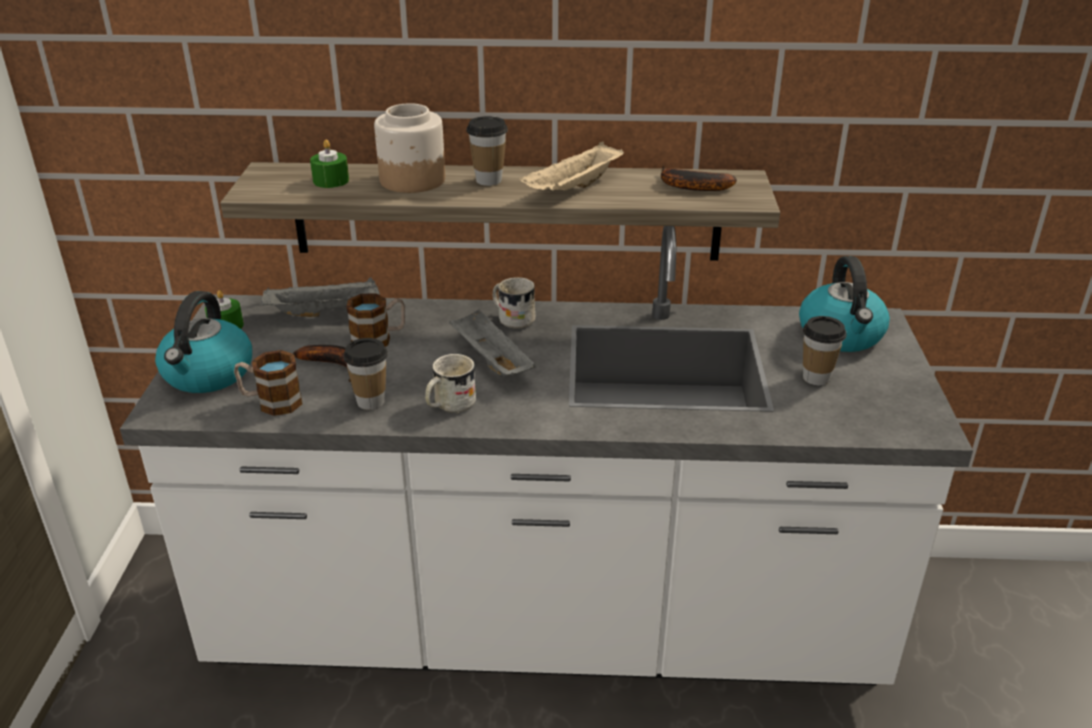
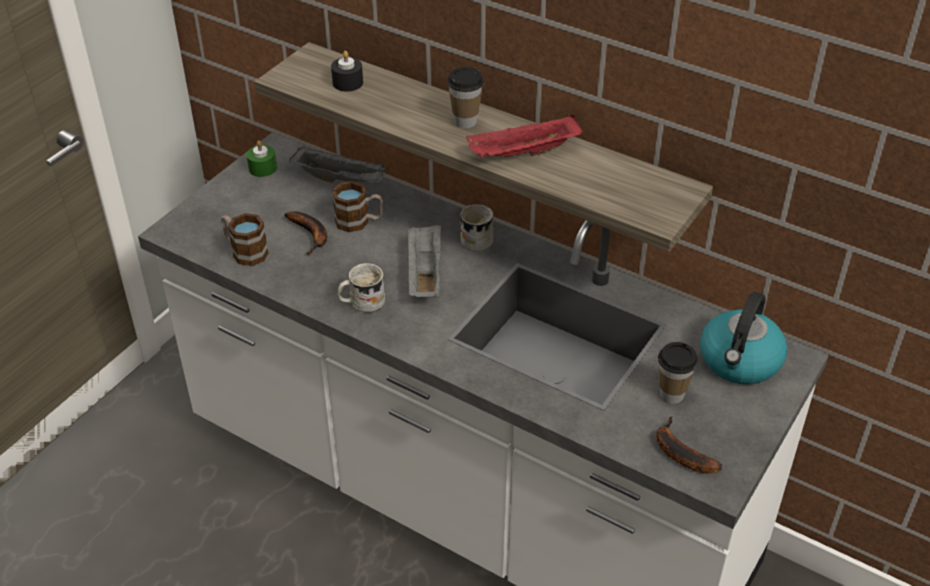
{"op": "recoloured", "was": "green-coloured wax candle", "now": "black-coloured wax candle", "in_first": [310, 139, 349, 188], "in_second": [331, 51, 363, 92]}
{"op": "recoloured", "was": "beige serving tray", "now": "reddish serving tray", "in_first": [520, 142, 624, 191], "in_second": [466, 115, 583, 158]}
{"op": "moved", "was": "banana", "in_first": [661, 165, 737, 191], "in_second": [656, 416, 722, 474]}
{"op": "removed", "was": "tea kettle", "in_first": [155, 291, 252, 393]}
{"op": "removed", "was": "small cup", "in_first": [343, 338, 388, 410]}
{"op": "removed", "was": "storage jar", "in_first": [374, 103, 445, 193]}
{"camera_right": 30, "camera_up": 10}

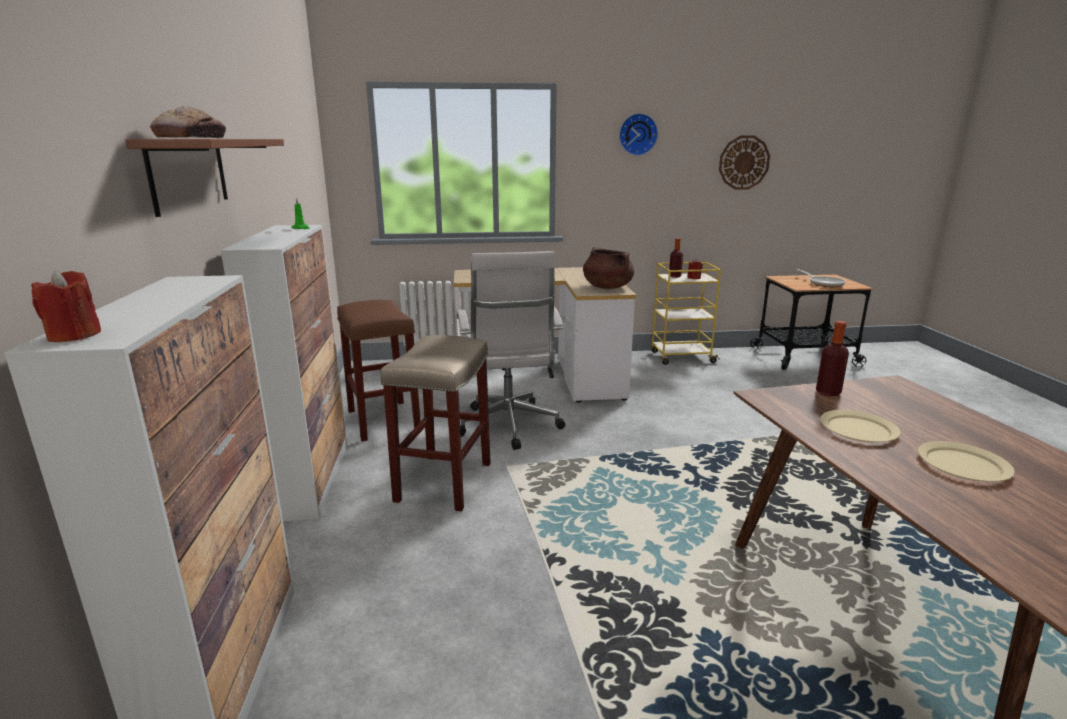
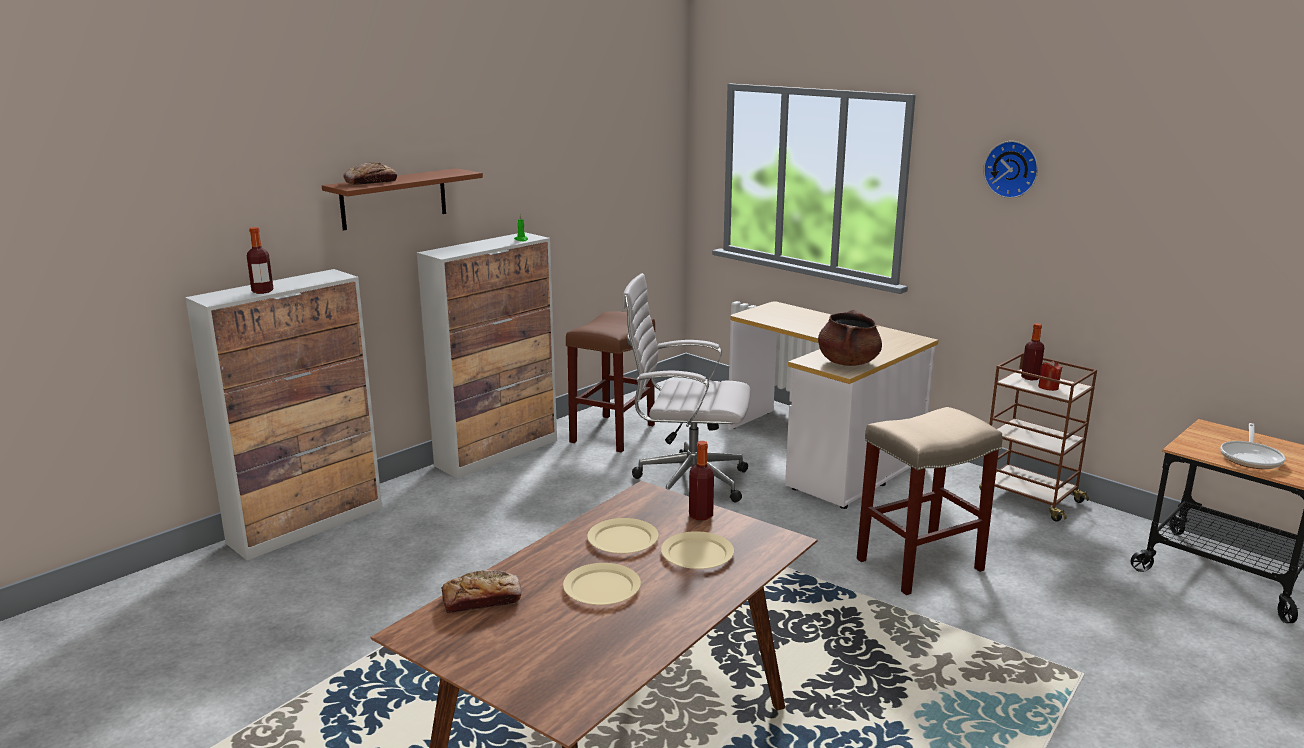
{"op": "added", "now": "beverage bottle", "in_second": [247, 227, 274, 294]}
{"op": "added", "now": "baked bread", "in_second": [441, 570, 522, 613]}
{"op": "turned", "was": "white-coloured office chair", "in_first": [457, 251, 565, 450], "in_second": [622, 273, 750, 503], "clockwise": 60}
{"op": "added", "now": "beige dinner plate", "in_second": [661, 531, 734, 569]}
{"op": "moved", "was": "beige stool seat", "in_first": [380, 335, 491, 512], "in_second": [857, 407, 1003, 595]}
{"op": "recoloured", "was": "yellow-coloured wheeled cart", "now": "brown-coloured wheeled cart", "in_first": [650, 262, 721, 365], "in_second": [979, 353, 1097, 522]}
{"op": "removed", "was": "reddish wax candle", "in_first": [31, 270, 101, 342]}
{"op": "removed", "was": "wall clock", "in_first": [719, 135, 770, 190]}
{"camera_right": 50, "camera_up": 0}

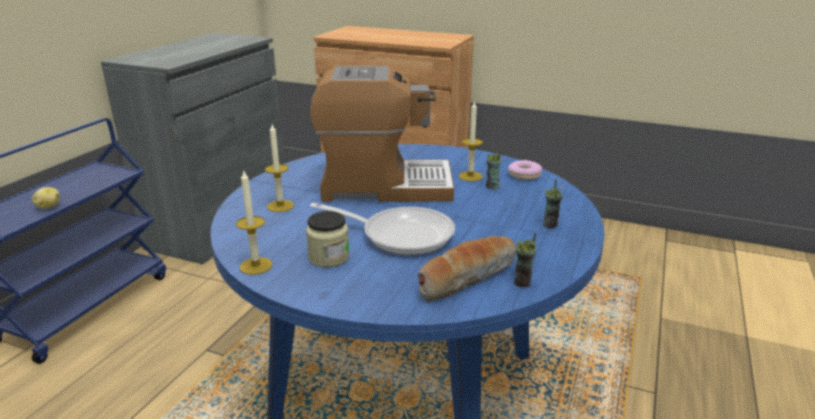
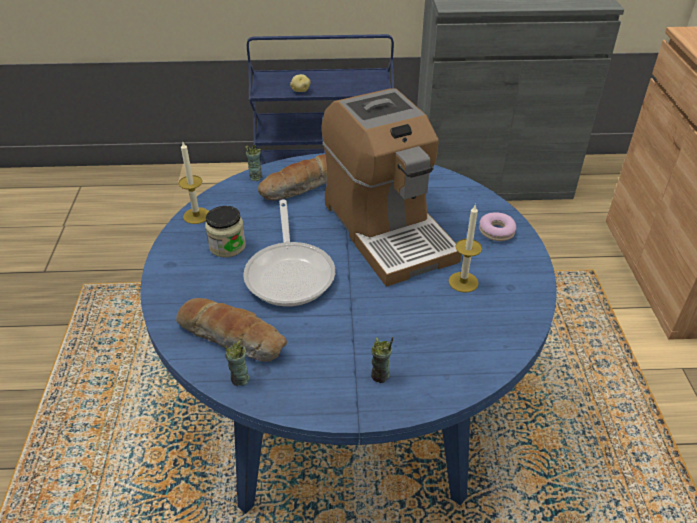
{"op": "moved", "was": "small cup", "in_first": [486, 151, 501, 190], "in_second": [245, 145, 262, 181]}
{"op": "replaced", "was": "wax candle", "now": "baked bread", "in_first": [265, 124, 294, 212], "in_second": [258, 154, 327, 201]}
{"op": "moved", "was": "doughnut", "in_first": [508, 160, 542, 180], "in_second": [479, 212, 516, 241]}
{"camera_right": 65, "camera_up": 15}

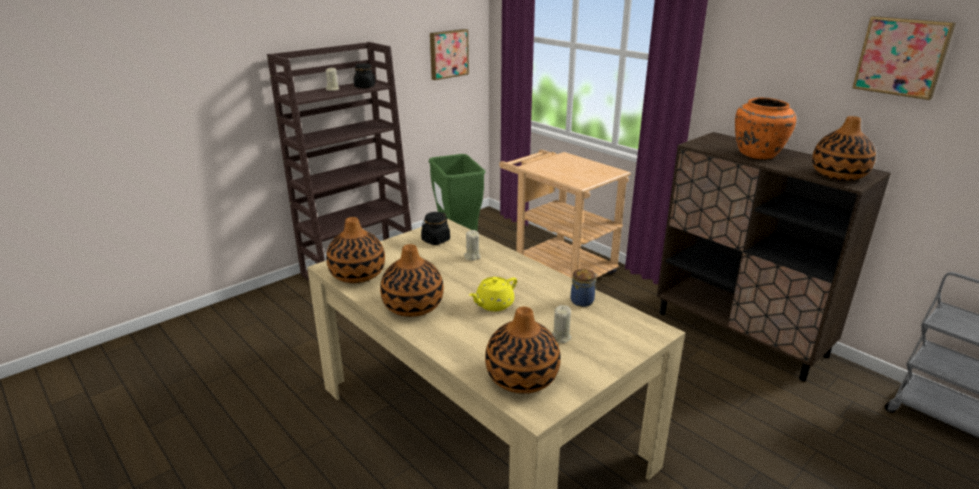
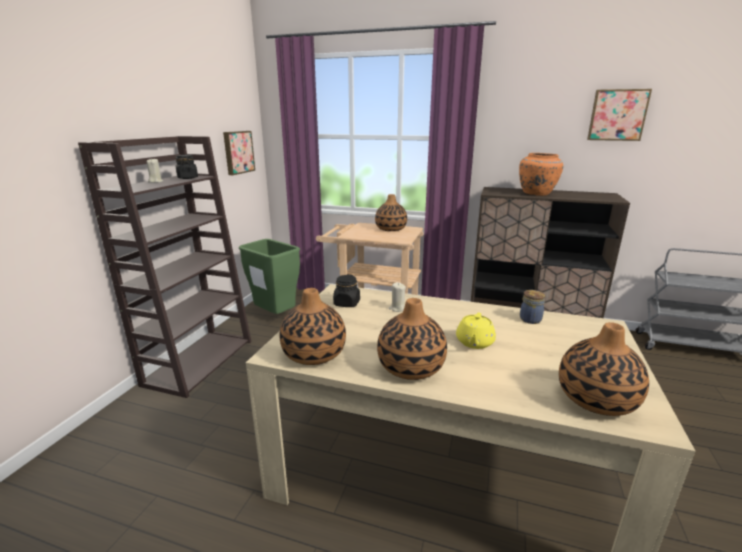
{"op": "moved", "was": "vase", "in_first": [812, 116, 876, 181], "in_second": [375, 194, 407, 231]}
{"op": "removed", "was": "beige wax candle", "in_first": [552, 305, 571, 343]}
{"camera_right": -30, "camera_up": -5}

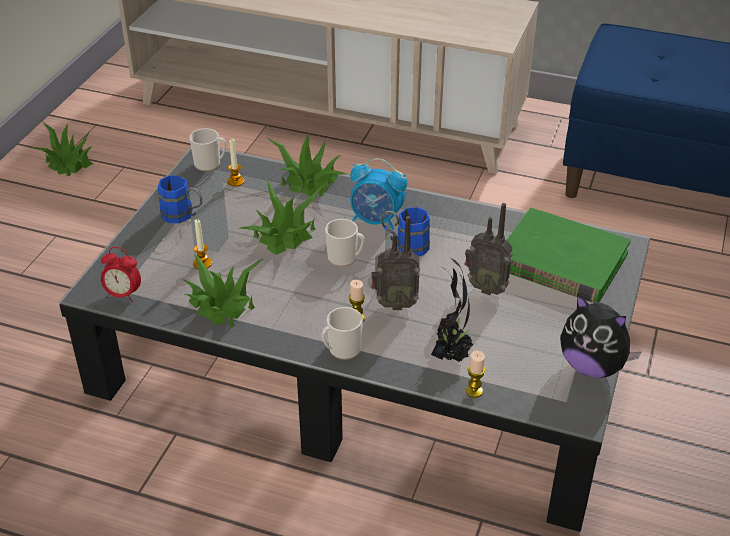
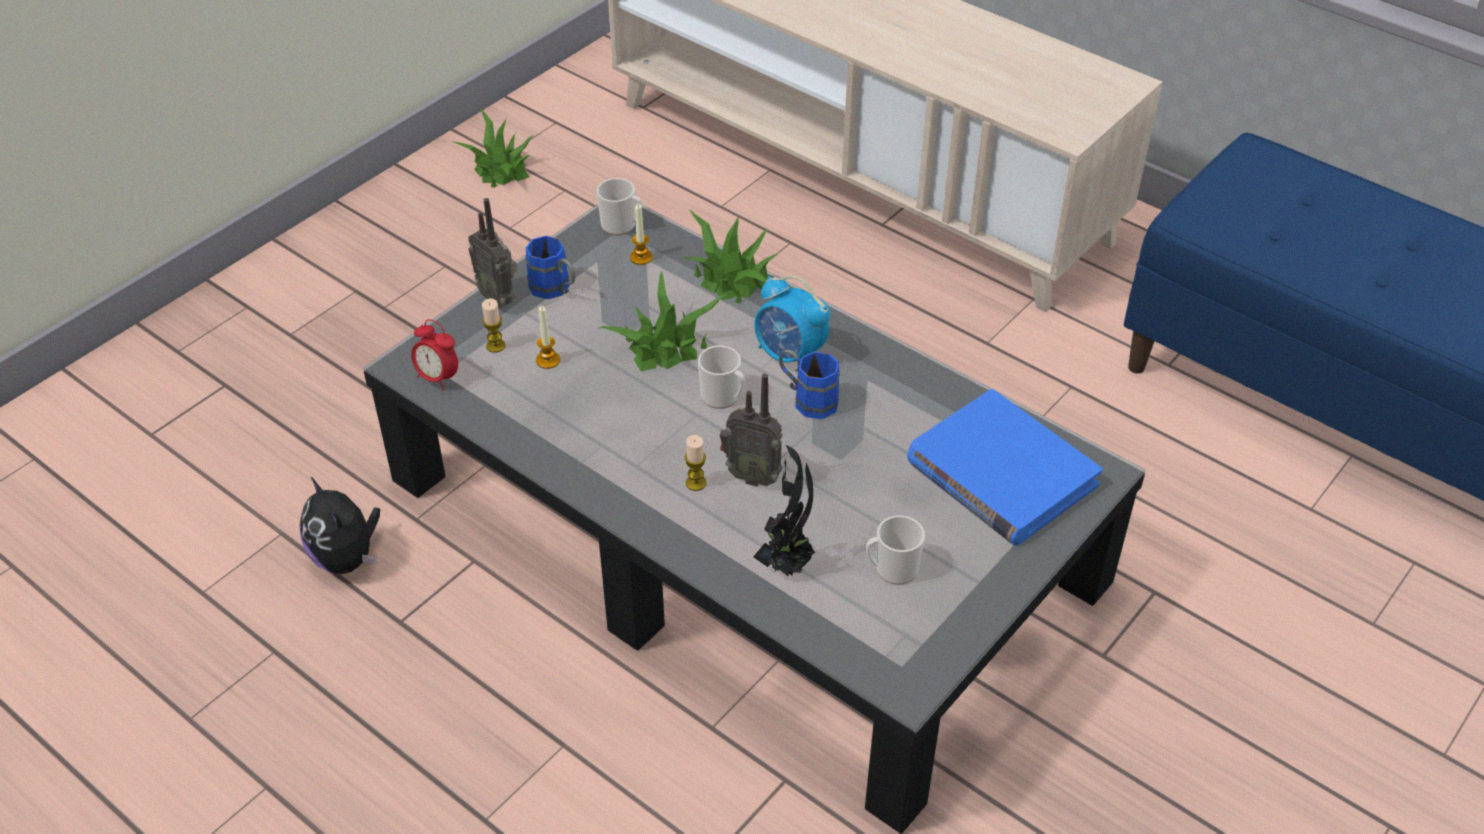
{"op": "moved", "was": "plush toy", "in_first": [560, 294, 641, 378], "in_second": [300, 477, 380, 574]}
{"op": "moved", "was": "radio receiver", "in_first": [464, 203, 513, 295], "in_second": [468, 198, 517, 308]}
{"op": "moved", "was": "wax candle", "in_first": [466, 351, 485, 398], "in_second": [482, 299, 505, 353]}
{"op": "moved", "was": "mug", "in_first": [321, 307, 363, 360], "in_second": [866, 515, 925, 585]}
{"op": "recoloured", "was": "green-coloured bound book", "now": "bluish bound book", "in_first": [507, 208, 631, 303], "in_second": [907, 389, 1103, 546]}
{"op": "removed", "was": "houseplant", "in_first": [182, 254, 263, 327]}
{"camera_right": 20, "camera_up": 5}

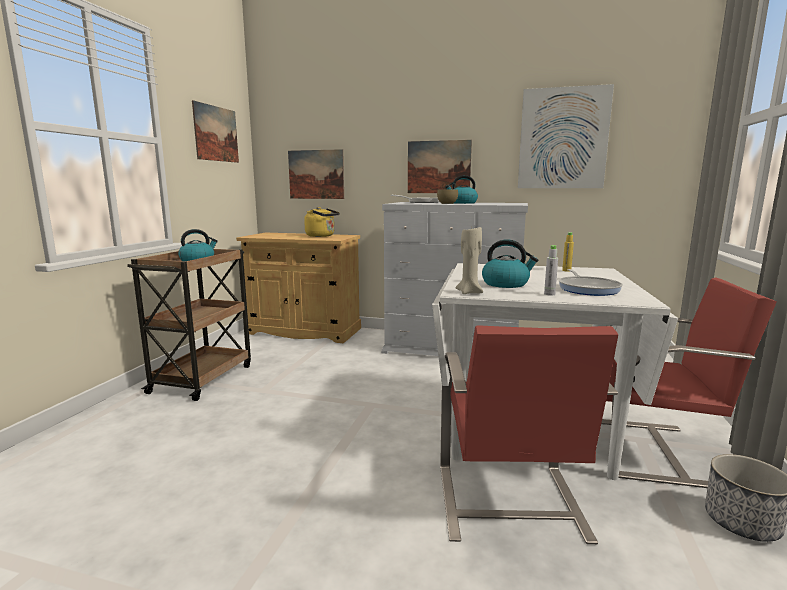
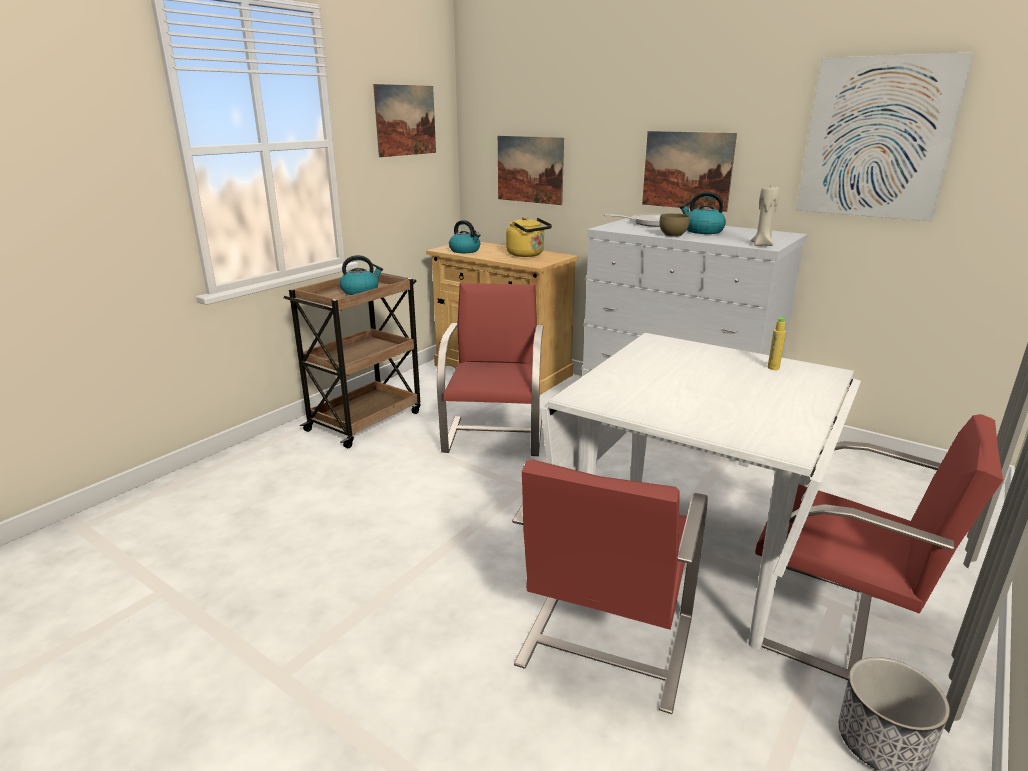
{"op": "added", "now": "reddish chair", "in_second": [437, 283, 544, 456]}
{"op": "moved", "was": "tea kettle", "in_first": [482, 239, 538, 288], "in_second": [449, 220, 480, 253]}
{"op": "moved", "was": "beige wax candle", "in_first": [455, 227, 483, 294], "in_second": [751, 186, 779, 246]}
{"op": "removed", "was": "greyish beverage bottle", "in_first": [544, 245, 558, 296]}
{"op": "removed", "was": "frying pan", "in_first": [559, 269, 623, 296]}
{"camera_right": 20, "camera_up": 10}

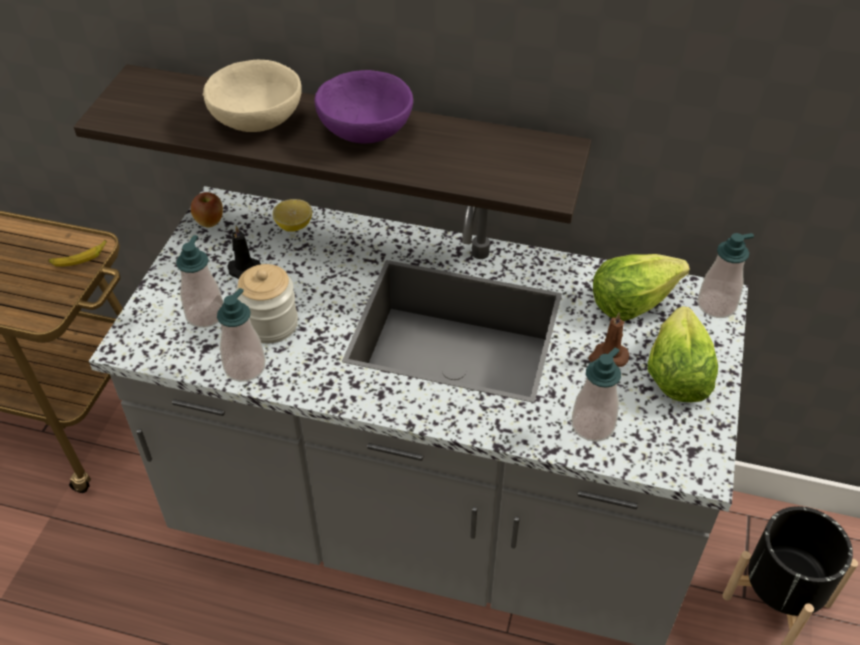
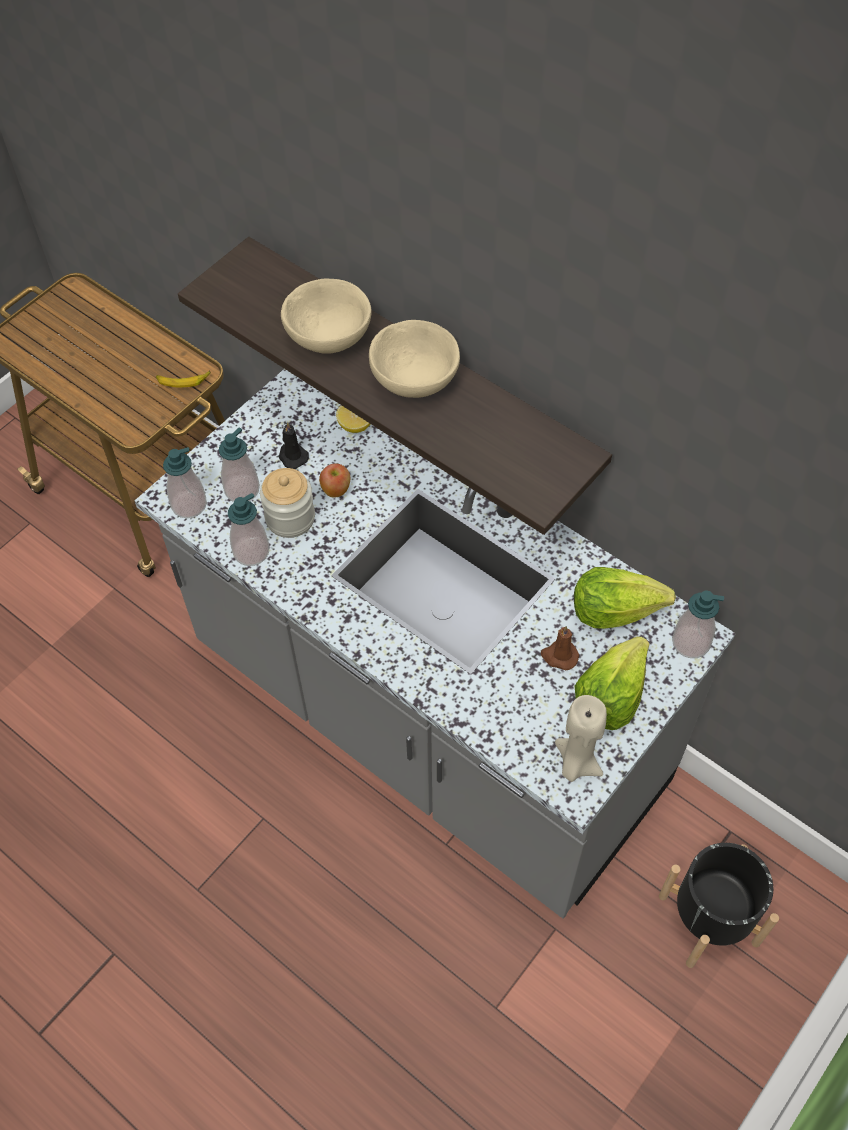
{"op": "moved", "was": "liquid soap bottle", "in_first": [571, 347, 621, 442], "in_second": [163, 447, 207, 518]}
{"op": "moved", "was": "whole apple", "in_first": [191, 192, 223, 228], "in_second": [319, 464, 350, 498]}
{"op": "recoloured", "was": "purple serving bowl", "now": "beige serving bowl", "in_first": [314, 70, 413, 144], "in_second": [369, 320, 460, 398]}
{"op": "added", "now": "beige wax candle", "in_second": [555, 695, 607, 782]}
{"camera_right": 25, "camera_up": 10}

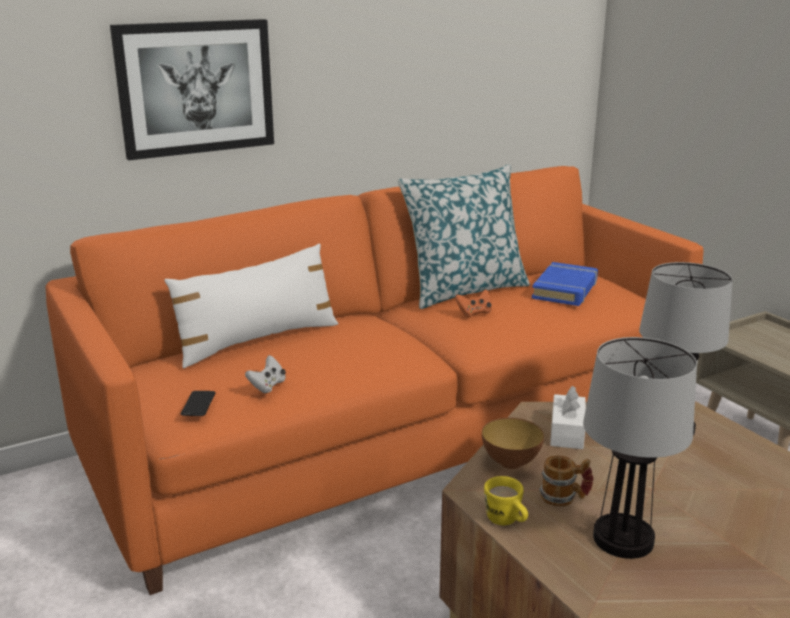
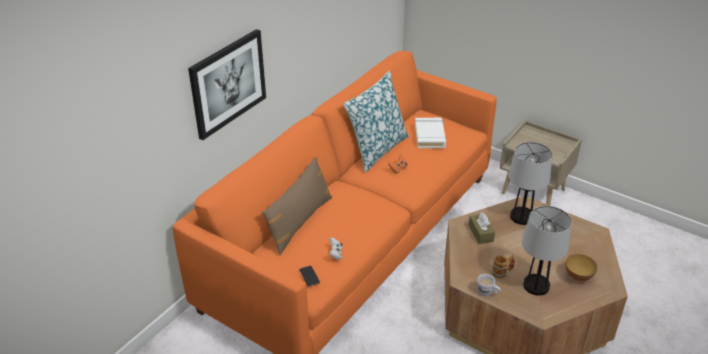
{"op": "recoloured", "was": "white-coloured throw pillow", "now": "brown-coloured throw pillow", "in_first": [164, 243, 339, 369], "in_second": [262, 157, 332, 255]}
{"op": "recoloured", "was": "bluish bound book", "now": "white-coloured bound book", "in_first": [532, 262, 598, 306], "in_second": [415, 118, 446, 148]}
{"op": "recoloured", "was": "white-coloured tissue holder", "now": "brown-coloured tissue holder", "in_first": [550, 386, 586, 449], "in_second": [469, 212, 495, 244]}
{"op": "recoloured", "was": "yellow-coloured mug", "now": "white-coloured mug", "in_first": [484, 476, 528, 525], "in_second": [477, 274, 501, 296]}
{"op": "moved", "was": "serving bowl", "in_first": [482, 418, 544, 469], "in_second": [565, 254, 597, 281]}
{"camera_right": -25, "camera_up": 15}

